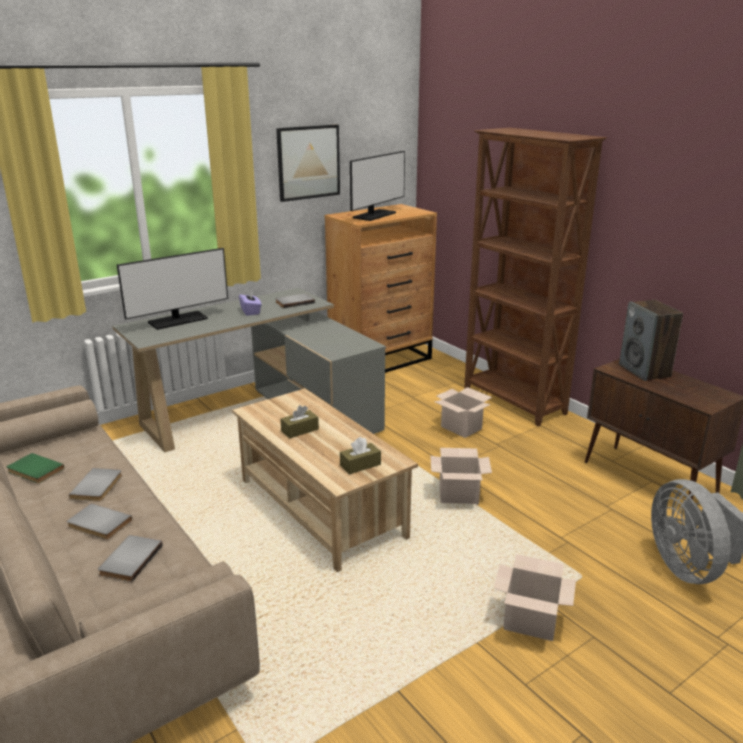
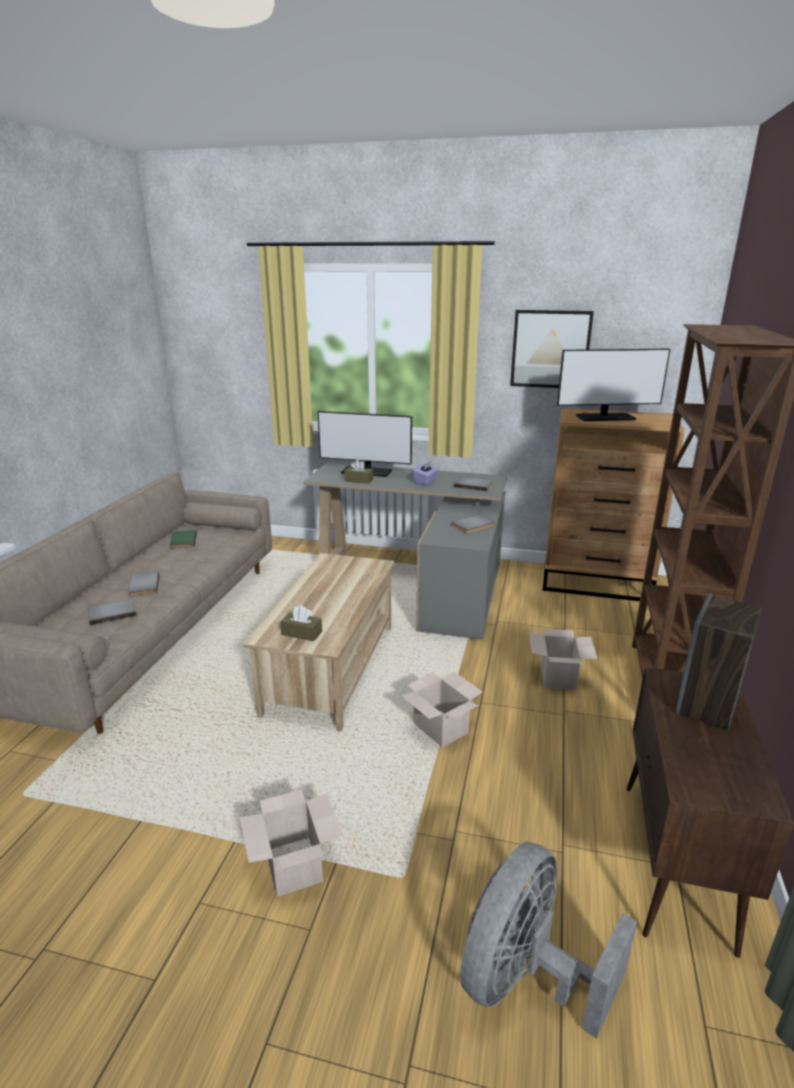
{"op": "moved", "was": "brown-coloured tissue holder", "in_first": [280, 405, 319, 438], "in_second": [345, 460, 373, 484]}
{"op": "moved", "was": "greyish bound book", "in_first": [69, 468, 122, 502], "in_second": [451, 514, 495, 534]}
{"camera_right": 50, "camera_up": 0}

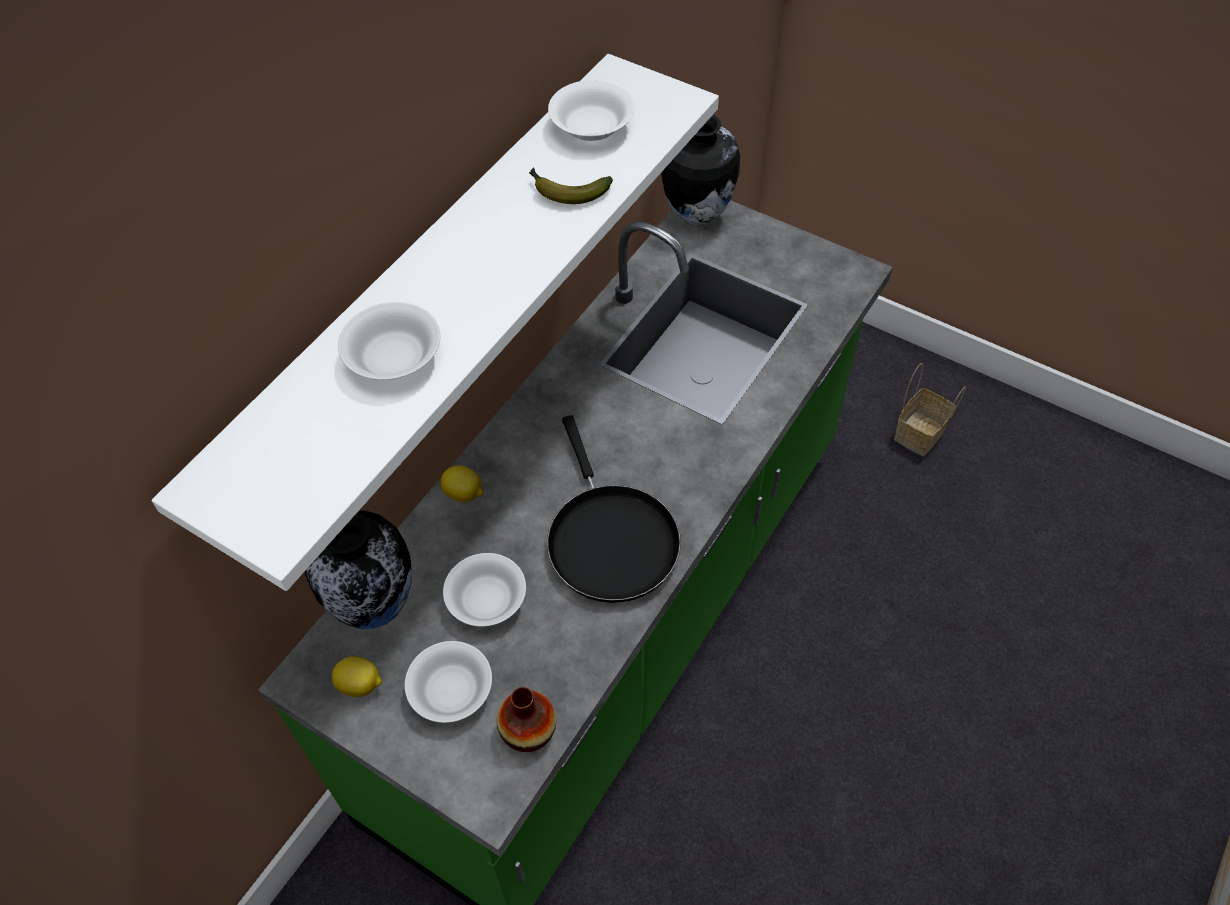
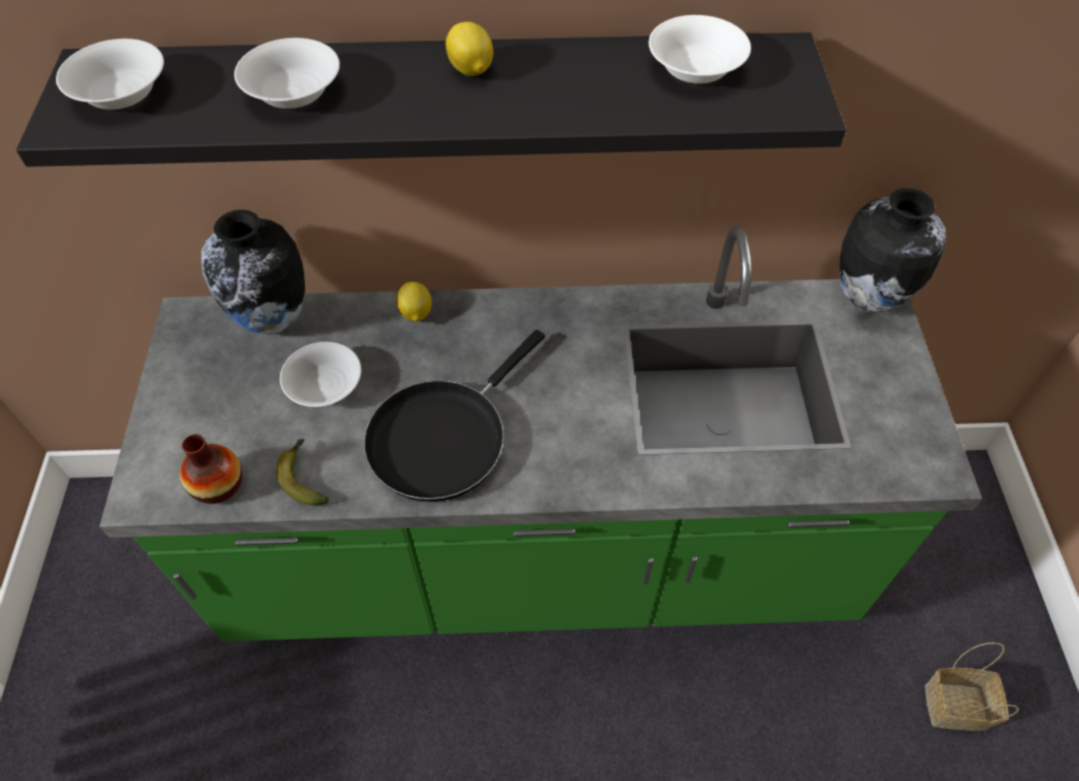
{"op": "recoloured", "was": "white-coloured wall shelf", "now": "black-coloured wall shelf", "in_first": [152, 54, 719, 591], "in_second": [16, 32, 846, 167]}
{"op": "moved", "was": "white-coloured serving bowl", "in_first": [405, 641, 492, 723], "in_second": [56, 39, 164, 110]}
{"op": "moved", "was": "banana", "in_first": [529, 168, 613, 204], "in_second": [276, 439, 328, 505]}
{"op": "moved", "was": "citrus fruit", "in_first": [331, 656, 382, 697], "in_second": [446, 22, 493, 76]}
{"camera_right": 55, "camera_up": 0}

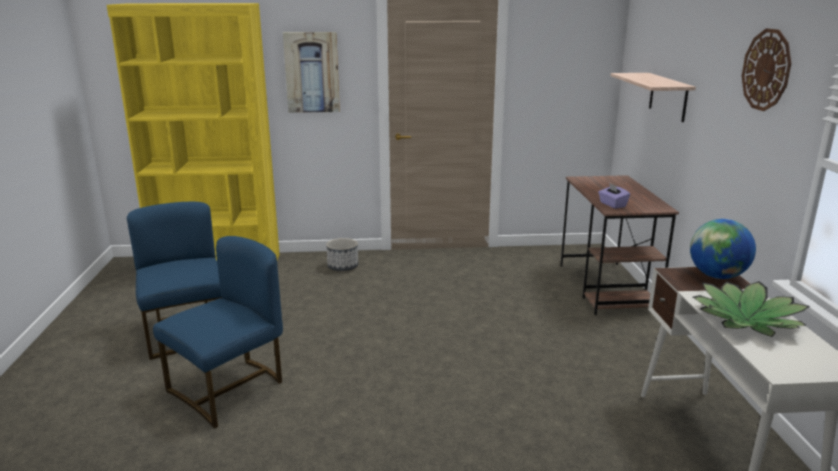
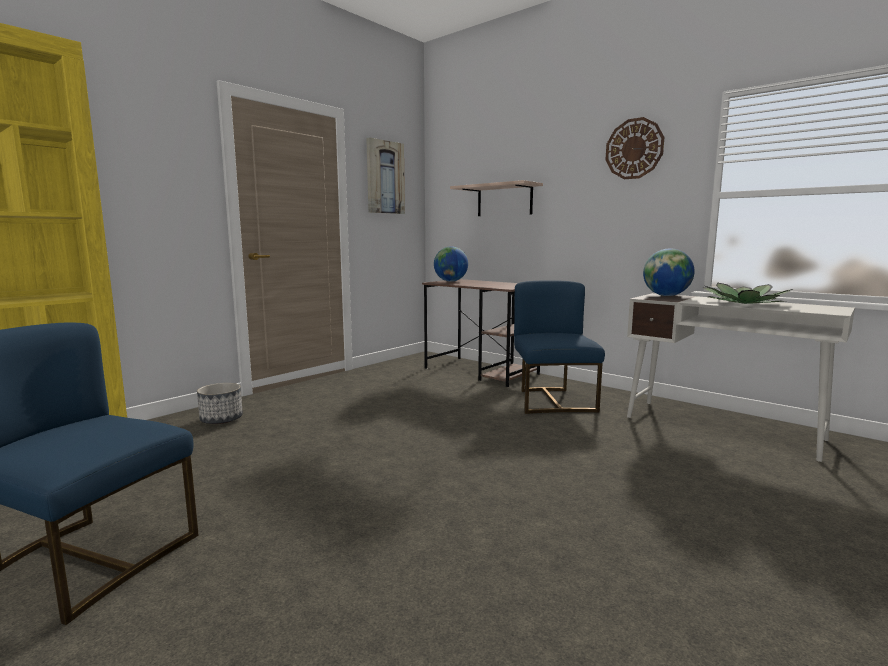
{"op": "moved", "was": "picture", "in_first": [283, 32, 340, 113], "in_second": [366, 137, 405, 214]}
{"op": "added", "now": "desk globe", "in_second": [434, 246, 468, 282]}
{"op": "moved", "was": "bluish chair", "in_first": [153, 236, 283, 429], "in_second": [514, 281, 605, 414]}
{"op": "removed", "was": "purple tissue holder", "in_first": [598, 183, 630, 209]}
{"camera_right": -45, "camera_up": -10}

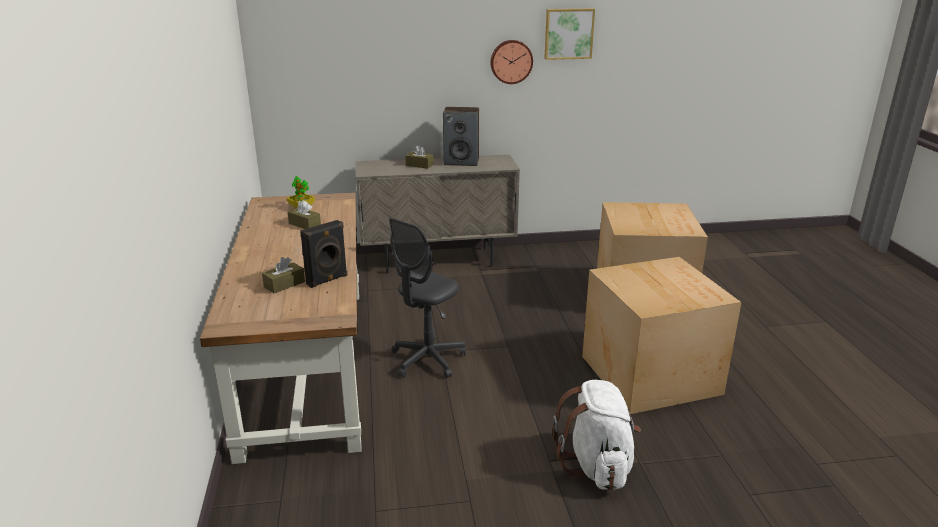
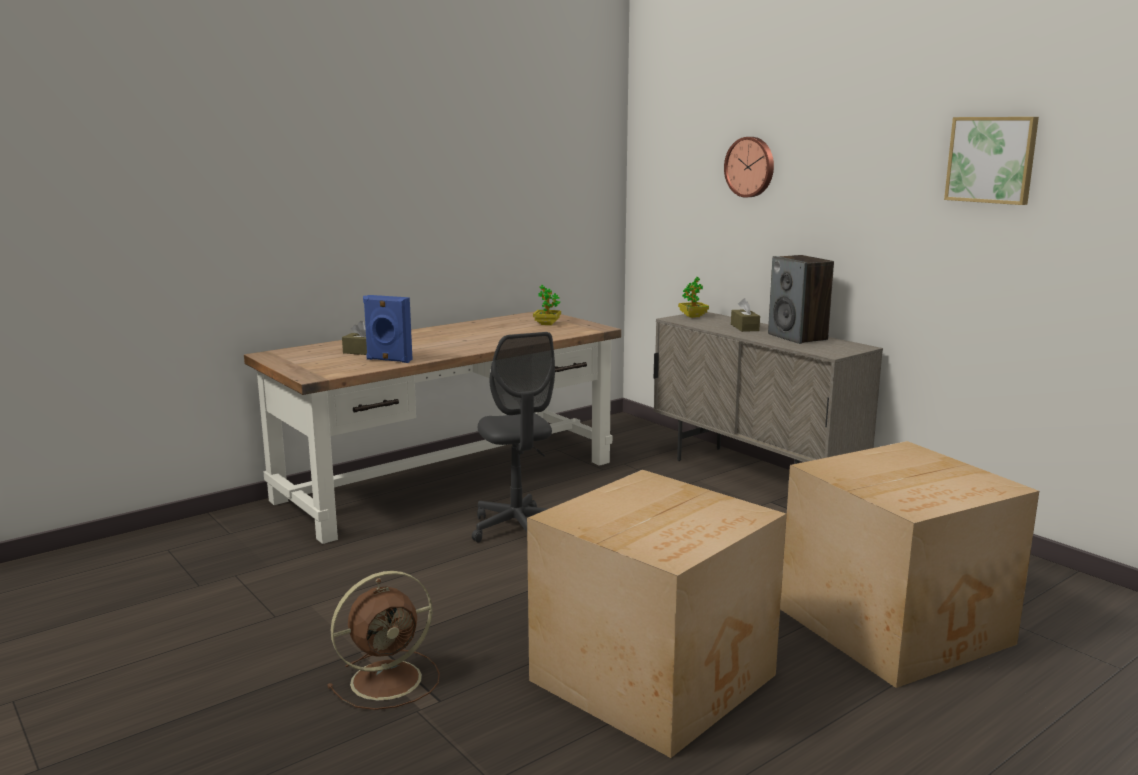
{"op": "replaced", "was": "white-coloured knapsack", "now": "brown-coloured electric fan", "in_first": [553, 380, 641, 490], "in_second": [327, 571, 440, 710]}
{"op": "recoloured", "was": "black-coloured speaker", "now": "bluish speaker", "in_first": [300, 220, 347, 288], "in_second": [363, 295, 413, 363]}
{"op": "turned", "was": "greyish office chair", "in_first": [389, 218, 466, 378], "in_second": [472, 332, 555, 542], "clockwise": -120}
{"op": "added", "now": "houseplant", "in_second": [678, 277, 709, 318]}
{"op": "moved", "was": "wall clock", "in_first": [490, 40, 533, 84], "in_second": [724, 137, 774, 198]}
{"op": "removed", "was": "brown-coloured tissue holder", "in_first": [288, 200, 321, 229]}
{"camera_right": 60, "camera_up": -10}

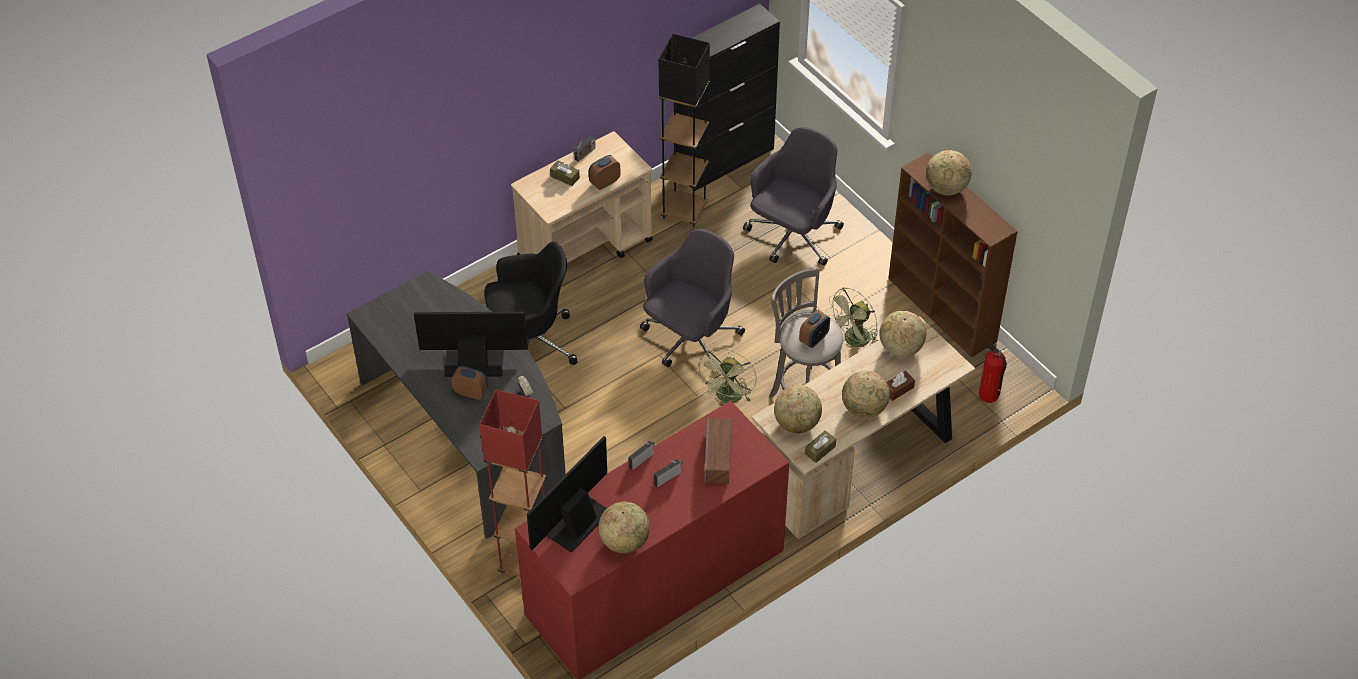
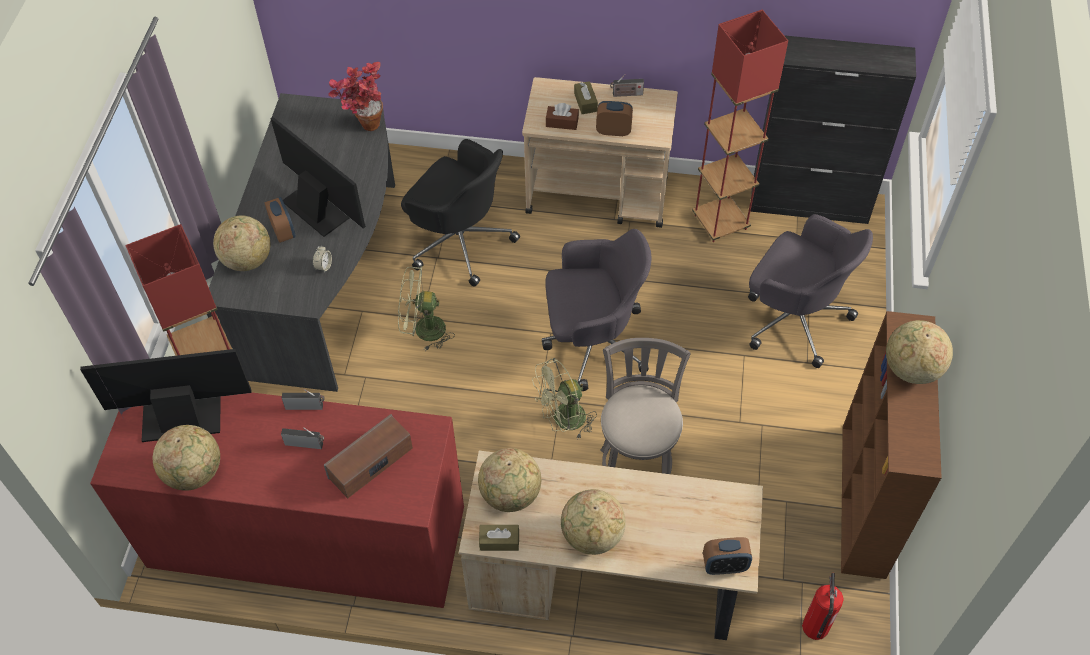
{"op": "moved", "was": "desk globe", "in_first": [879, 311, 926, 357], "in_second": [213, 215, 271, 271]}
{"op": "added", "now": "houseplant", "in_second": [328, 62, 383, 131]}
{"op": "moved", "was": "green-coloured electric fan", "in_first": [826, 287, 878, 347], "in_second": [398, 266, 455, 351]}
{"op": "moved", "was": "brown-coloured tissue holder", "in_first": [887, 371, 915, 401], "in_second": [546, 103, 579, 130]}
{"op": "recoloured", "was": "black-coloured standard lamp", "now": "reddish standard lamp", "in_first": [659, 33, 710, 227], "in_second": [692, 10, 788, 242]}
{"op": "moved", "was": "bedside clock", "in_first": [799, 310, 830, 348], "in_second": [703, 537, 752, 575]}
{"op": "turned", "was": "greyish office chair", "in_first": [743, 127, 844, 266], "in_second": [748, 214, 873, 368], "clockwise": 45}
{"camera_right": 45, "camera_up": 5}

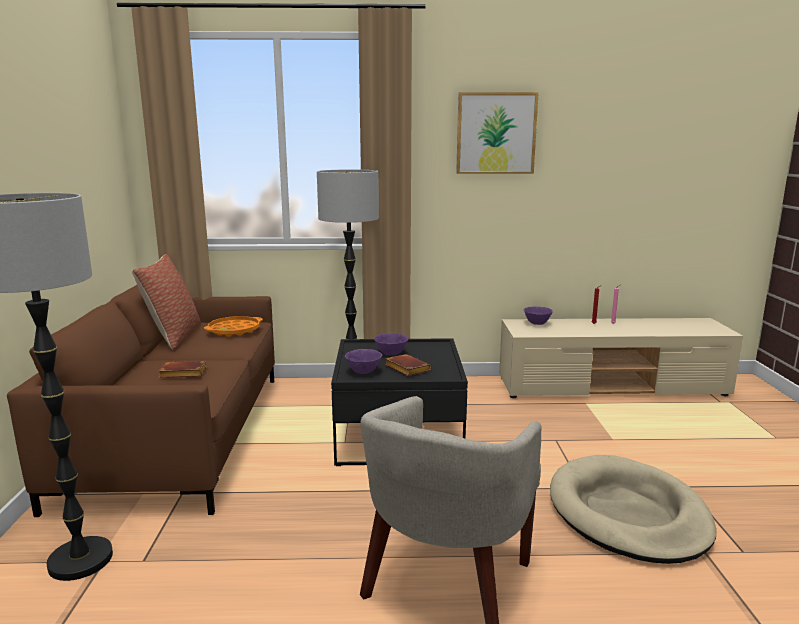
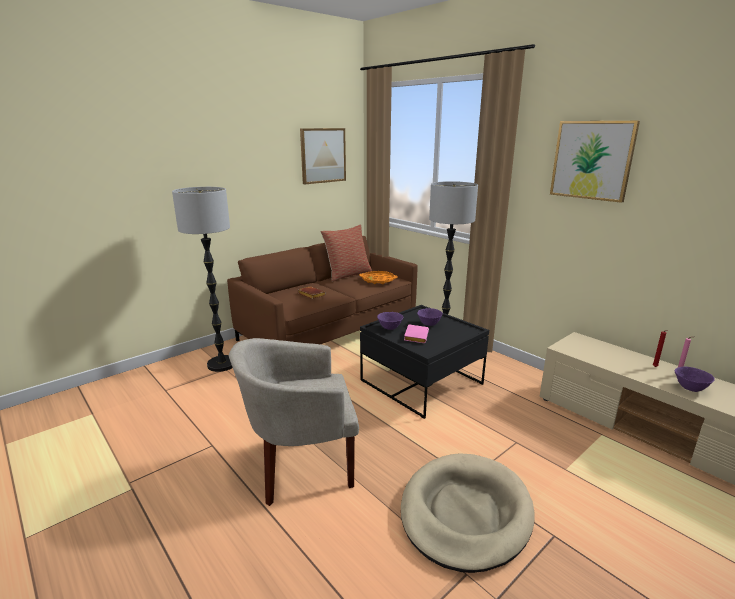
{"op": "added", "now": "picture", "in_second": [300, 128, 346, 184]}
{"op": "recoloured", "was": "brown-coloured bound book", "now": "pinkish bound book", "in_first": [385, 354, 431, 376], "in_second": [404, 324, 429, 343]}
{"op": "moved", "was": "purple serving bowl", "in_first": [524, 306, 553, 325], "in_second": [675, 367, 715, 392]}
{"camera_right": 50, "camera_up": 5}

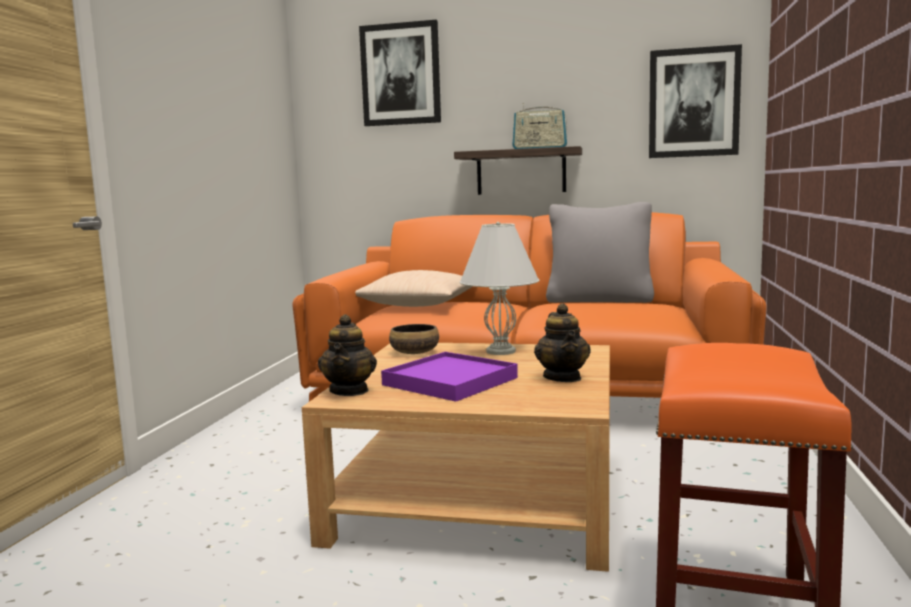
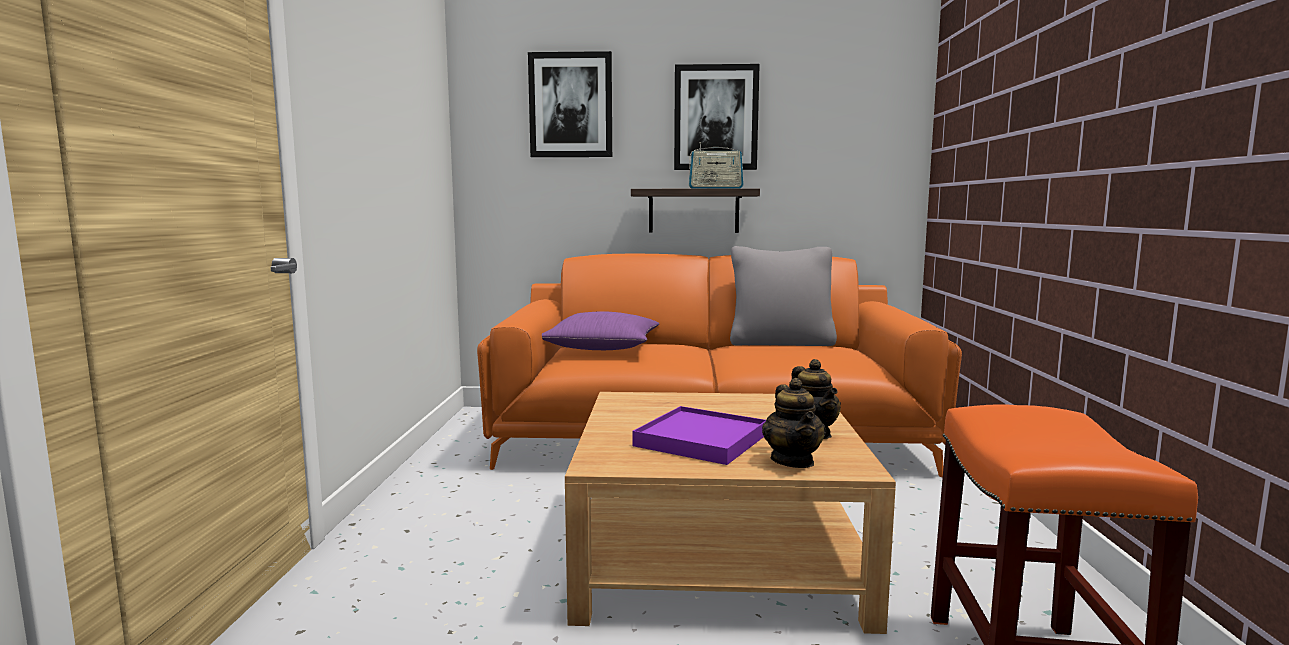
{"op": "recoloured", "was": "beige throw pillow", "now": "purple throw pillow", "in_first": [355, 270, 473, 307], "in_second": [542, 311, 659, 350]}
{"op": "moved", "was": "picture", "in_first": [649, 44, 742, 158], "in_second": [674, 64, 760, 170]}
{"op": "moved", "was": "tea pot", "in_first": [318, 314, 377, 396], "in_second": [762, 378, 826, 468]}
{"op": "removed", "was": "serving bowl", "in_first": [389, 324, 439, 354]}
{"op": "removed", "was": "white-coloured tabletop lamp", "in_first": [460, 222, 539, 355]}
{"camera_right": -10, "camera_up": 0}

